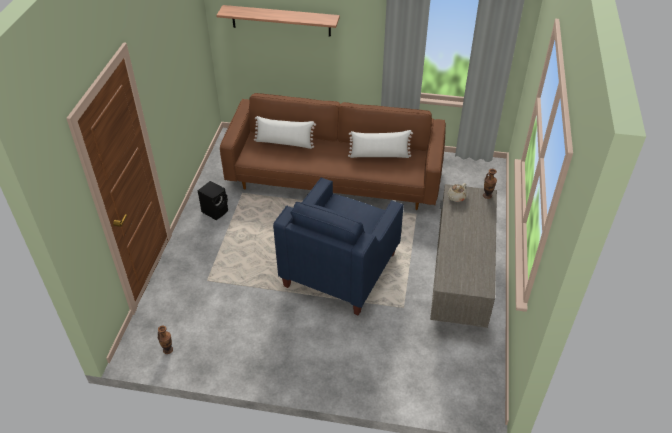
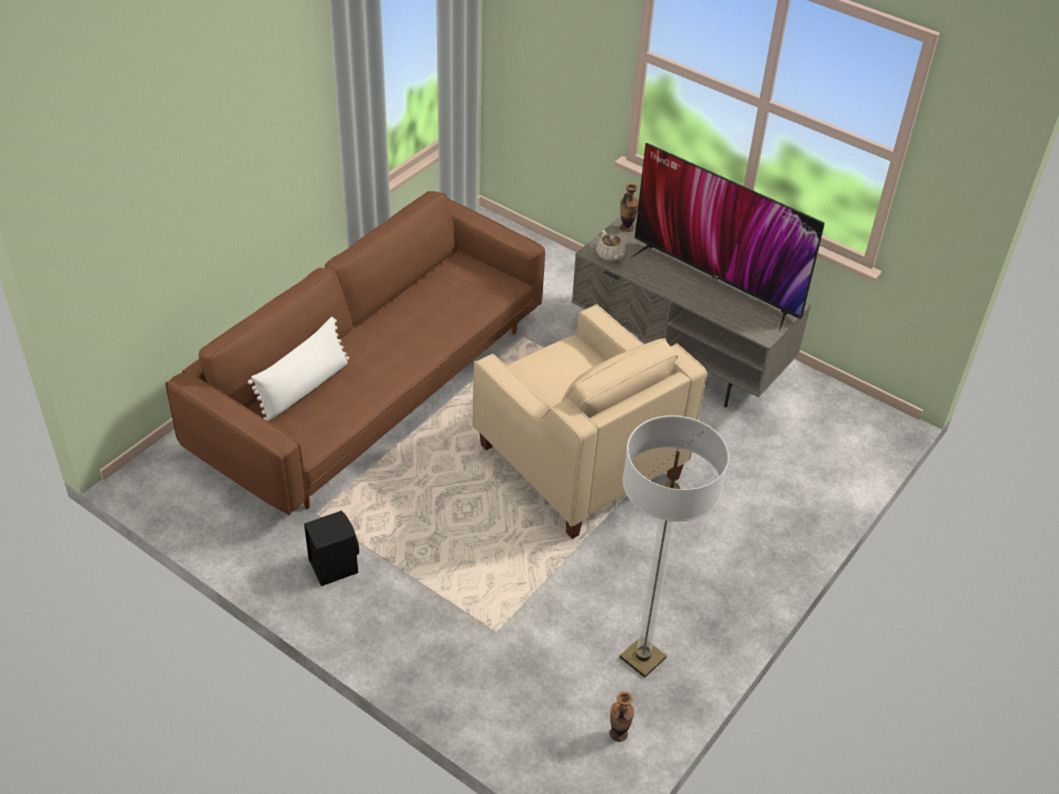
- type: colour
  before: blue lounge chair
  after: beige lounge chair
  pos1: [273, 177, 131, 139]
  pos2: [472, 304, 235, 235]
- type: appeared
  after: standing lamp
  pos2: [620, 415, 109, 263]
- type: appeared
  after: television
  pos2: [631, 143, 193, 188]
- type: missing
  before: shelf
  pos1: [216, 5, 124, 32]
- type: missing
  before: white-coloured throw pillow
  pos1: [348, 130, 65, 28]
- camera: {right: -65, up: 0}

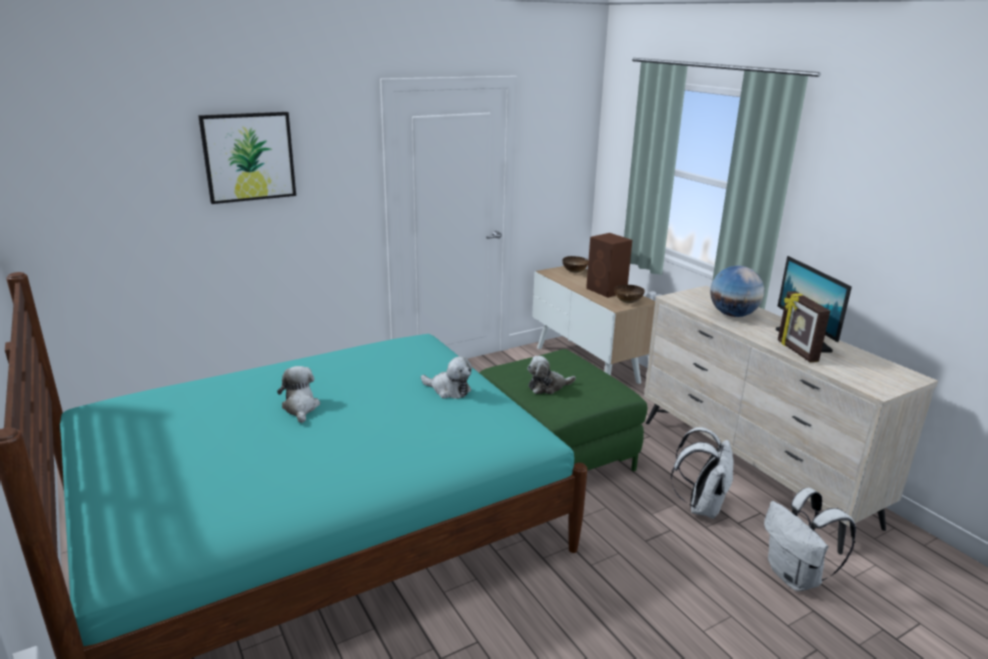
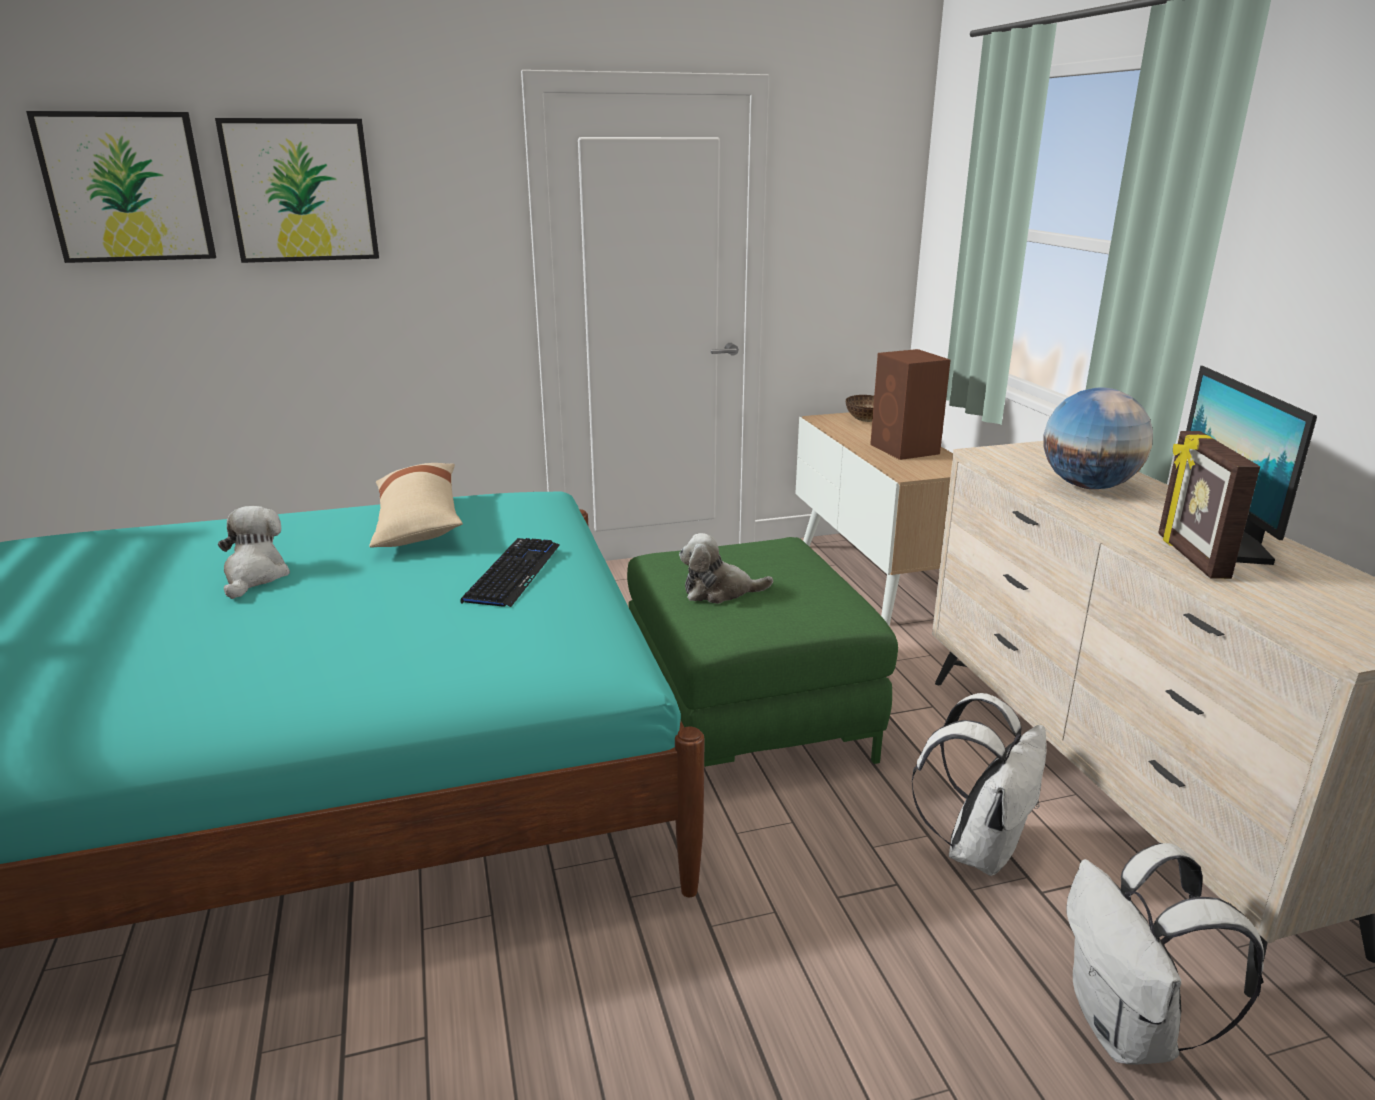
- type: appeared
  after: wall art
  pos2: [26, 111, 190, 152]
- type: appeared
  after: beige throw pillow
  pos2: [369, 463, 94, 85]
- type: exchanged
  before: cuddly toy
  after: keyboard
  pos1: [421, 356, 51, 43]
  pos2: [460, 538, 100, 69]
- type: missing
  before: serving bowl
  pos1: [614, 285, 31, 18]
- camera: {right: 15, up: 0}

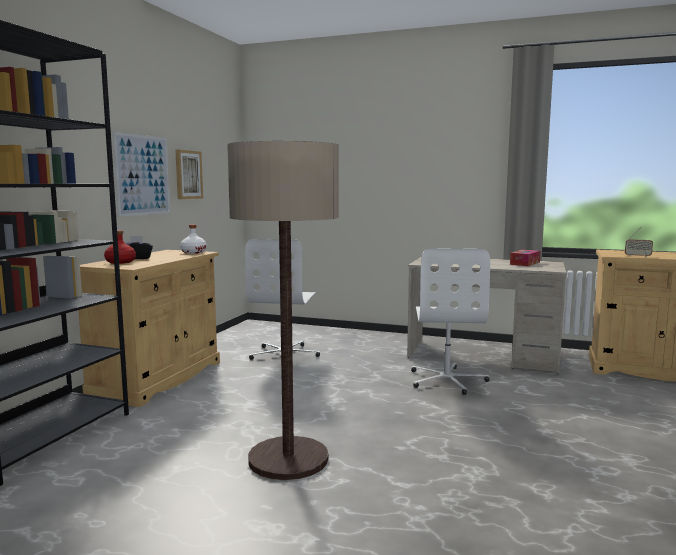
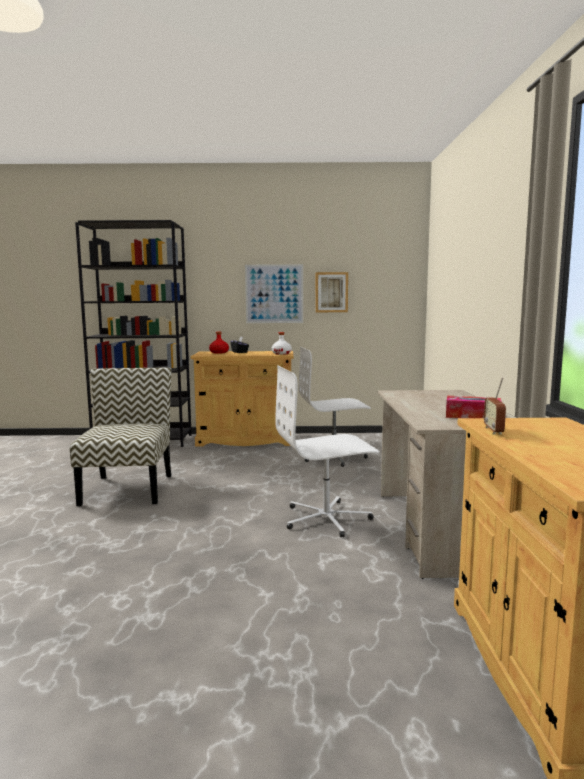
- type: exchanged
  before: standing lamp
  after: upright chair
  pos1: [227, 141, 112, 339]
  pos2: [70, 368, 101, 138]
- camera: {right: 70, up: 0}

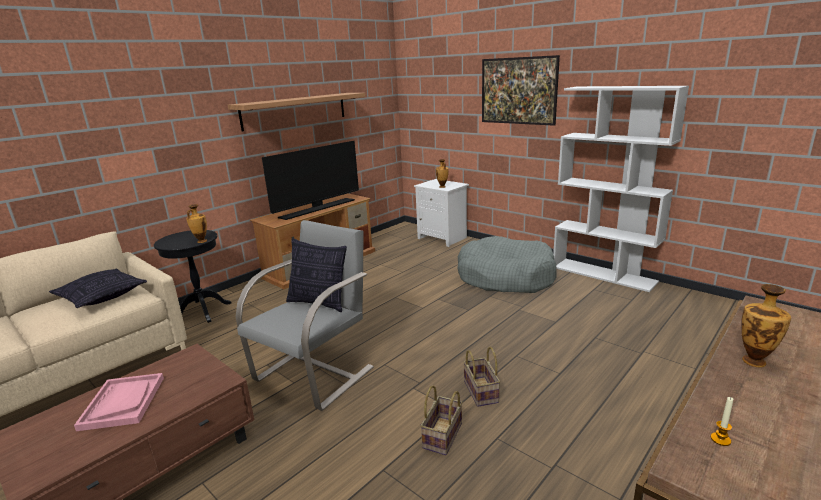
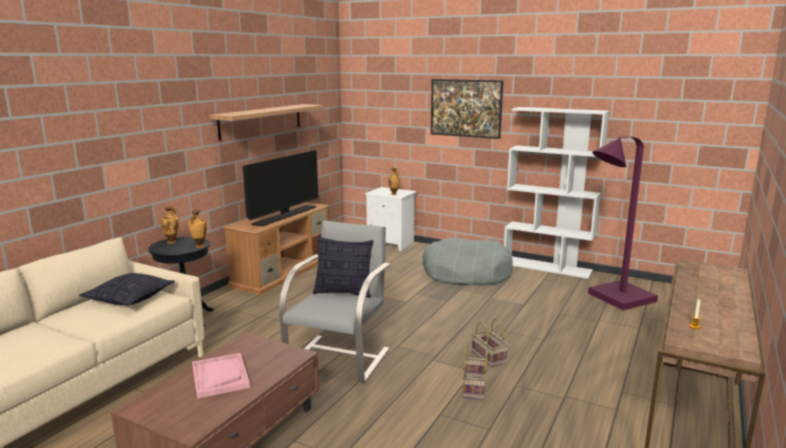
- type: relocated
  before: flower vase
  pos1: [741, 284, 50, 83]
  pos2: [161, 206, 18, 38]
- type: appeared
  after: purple standing lamp
  pos2: [588, 136, 70, 174]
- camera: {right: -15, up: -5}

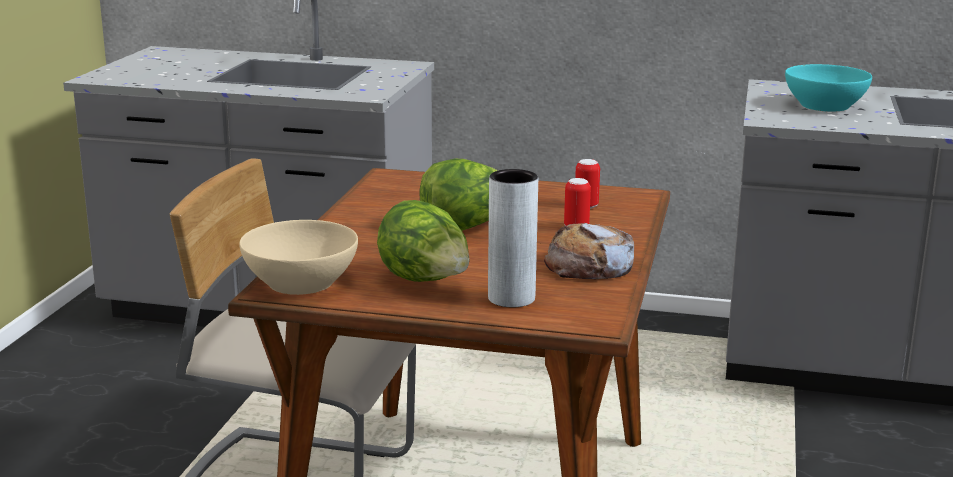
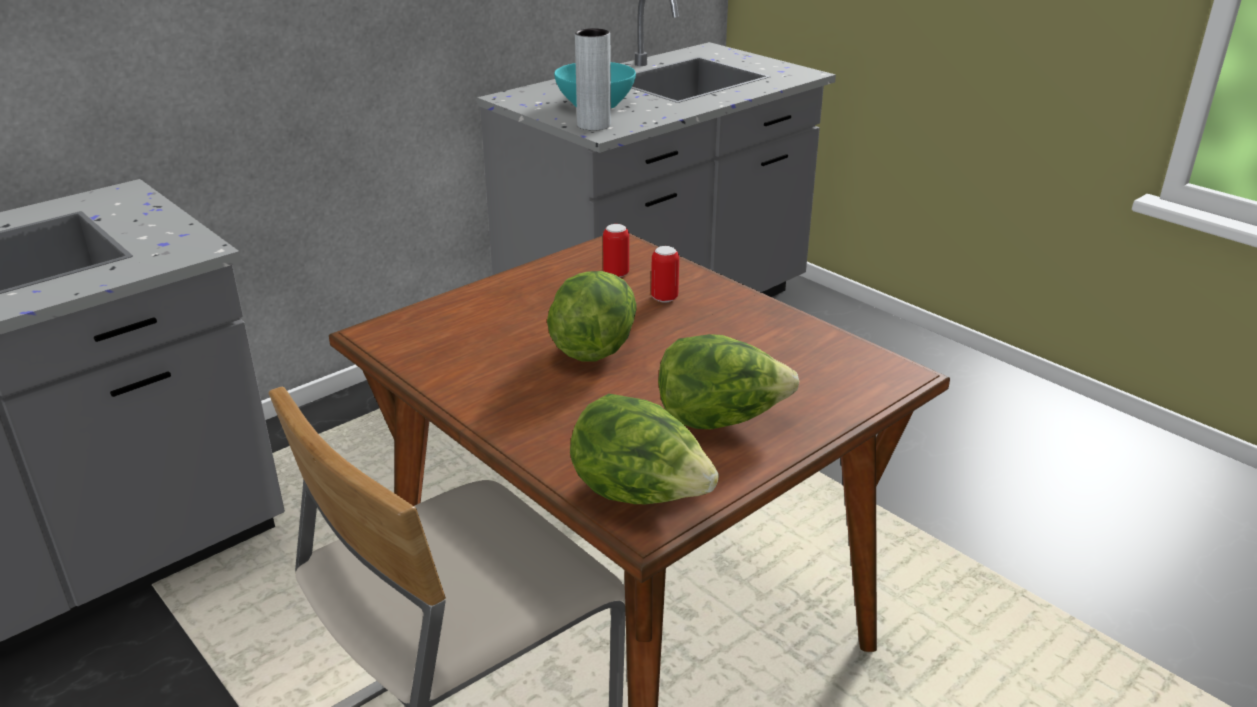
- type: exchanged
  before: beige serving bowl
  after: lettuce head
  pos1: [239, 220, 119, 75]
  pos2: [570, 394, 149, 110]
- type: relocated
  before: grey flower vase
  pos1: [488, 169, 50, 139]
  pos2: [575, 28, 36, 103]
- type: missing
  before: bread
  pos1: [544, 223, 90, 56]
- camera: {right: -55, up: 10}

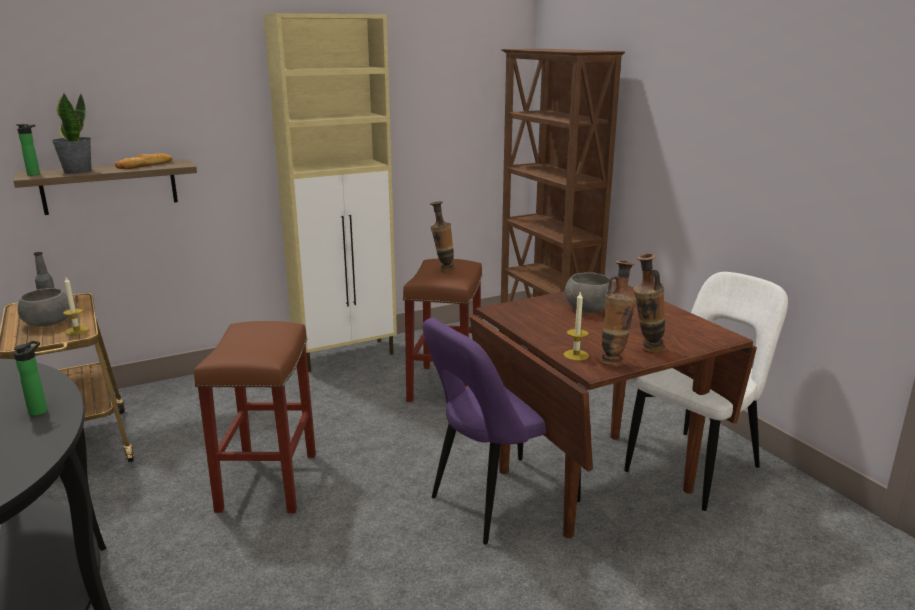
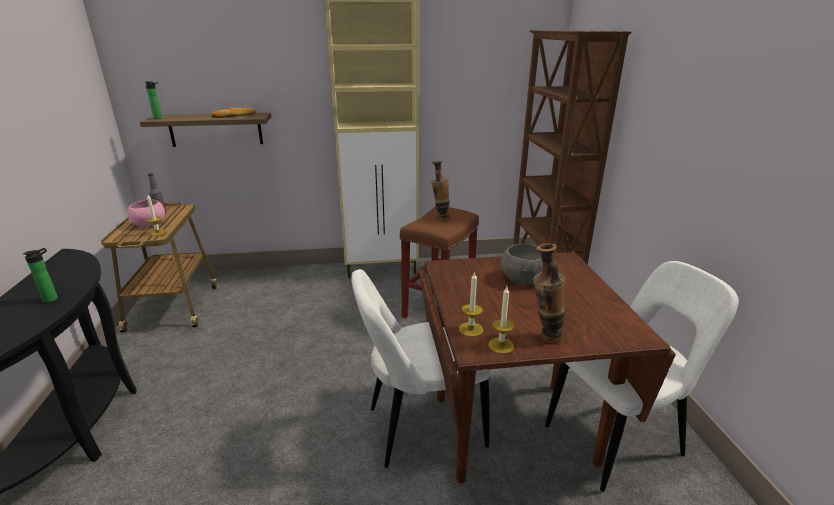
- type: colour
  before: grey serving bowl
  after: pinkish serving bowl
  pos1: [18, 288, 52, 39]
  pos2: [127, 200, 38, 26]
- type: colour
  before: purple upright chair
  after: white-coloured upright chair
  pos1: [422, 318, 159, 226]
  pos2: [351, 269, 139, 199]
- type: exchanged
  before: flower vase
  after: wax candle
  pos1: [601, 261, 36, 106]
  pos2: [488, 287, 27, 67]
- type: missing
  before: houseplant
  pos1: [52, 93, 40, 81]
- type: missing
  before: brown-coloured sitting stool
  pos1: [194, 321, 122, 192]
- camera: {right: 20, up: 5}

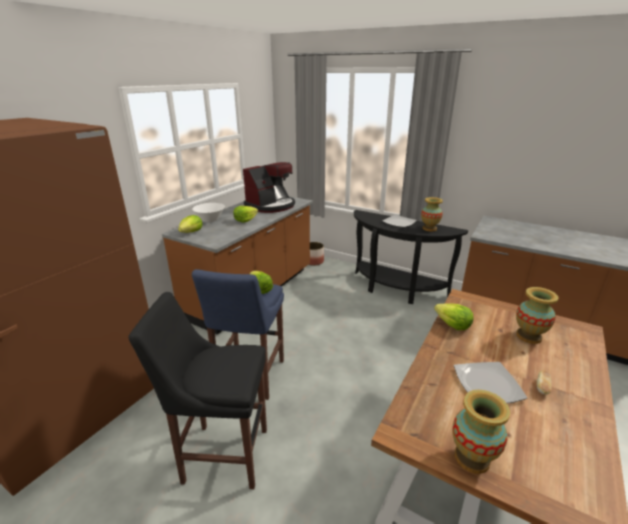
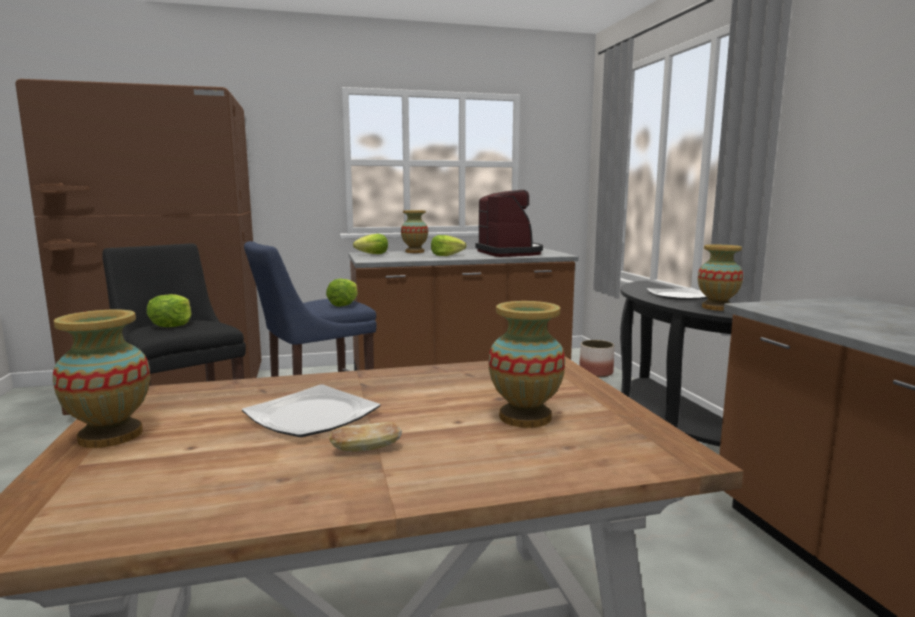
- type: relocated
  before: lettuce head
  pos1: [434, 303, 40, 27]
  pos2: [146, 294, 46, 33]
- type: exchanged
  before: white-coloured serving bowl
  after: flower vase
  pos1: [192, 203, 33, 19]
  pos2: [401, 210, 27, 43]
- type: spun
  before: coffee brewer
  pos1: [243, 162, 52, 51]
  pos2: [476, 190, 67, 67]
  turn: -105
- camera: {right: 45, up: -15}

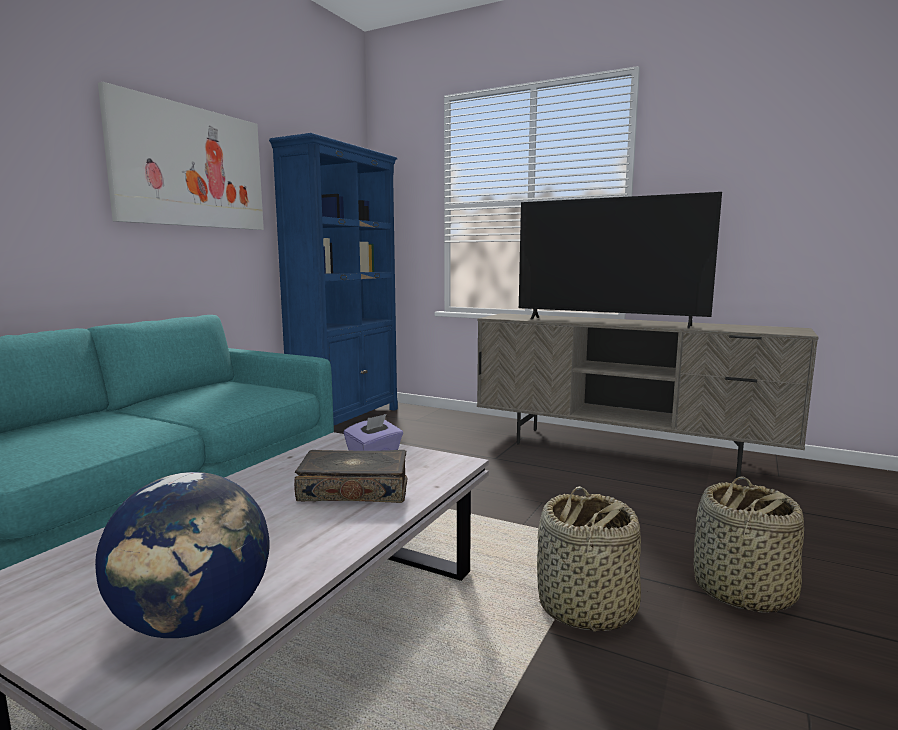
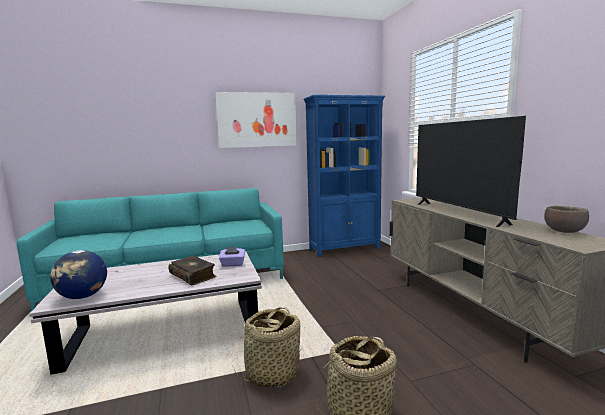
- type: appeared
  after: brown-coloured serving bowl
  pos2: [544, 206, 45, 27]
- camera: {right: 45, up: 0}

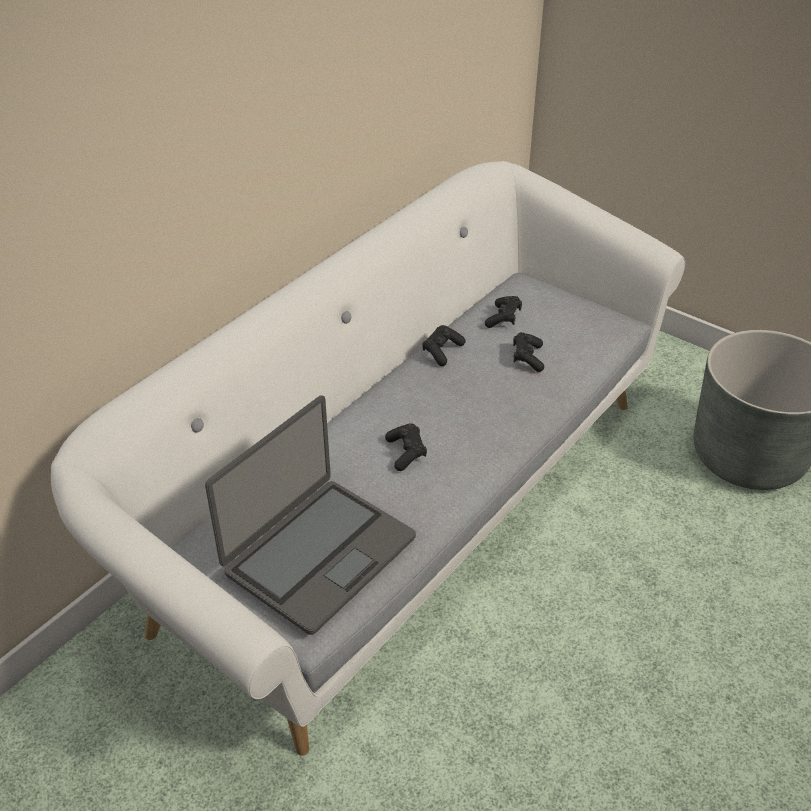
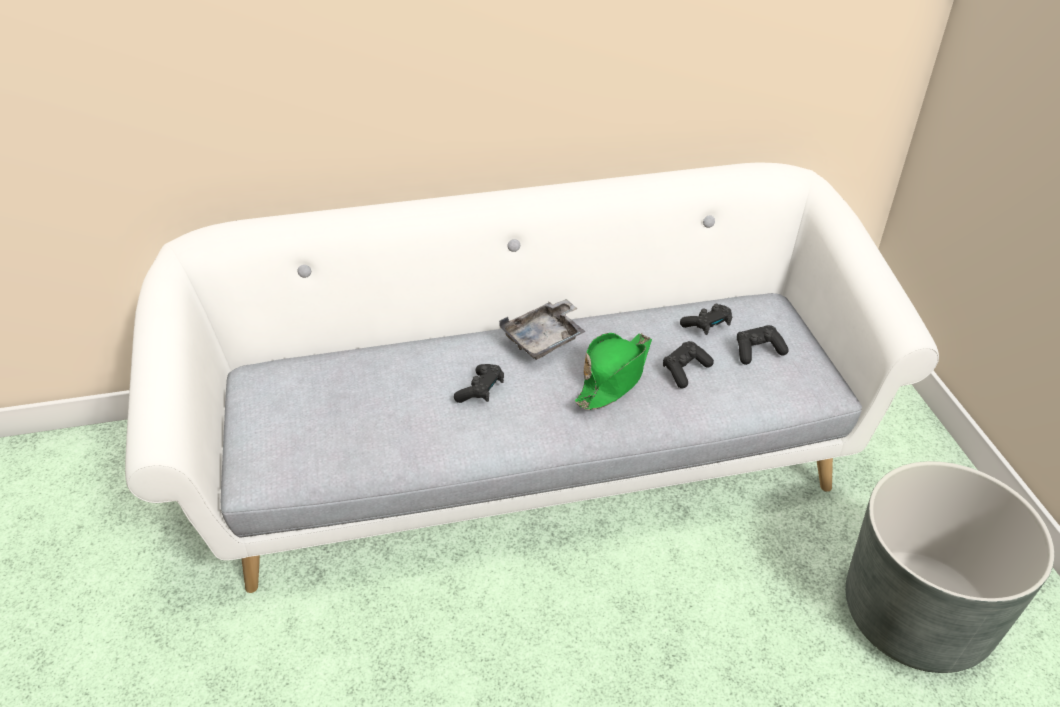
- type: appeared
  after: grey carrying tray
  pos2: [499, 299, 87, 61]
- type: appeared
  after: greenish hat
  pos2: [575, 333, 77, 77]
- type: relocated
  before: black joypad
  pos1: [422, 325, 43, 41]
  pos2: [737, 325, 52, 40]
- type: missing
  before: portable computer
  pos1: [205, 395, 211, 240]
- camera: {right: 40, up: 0}

